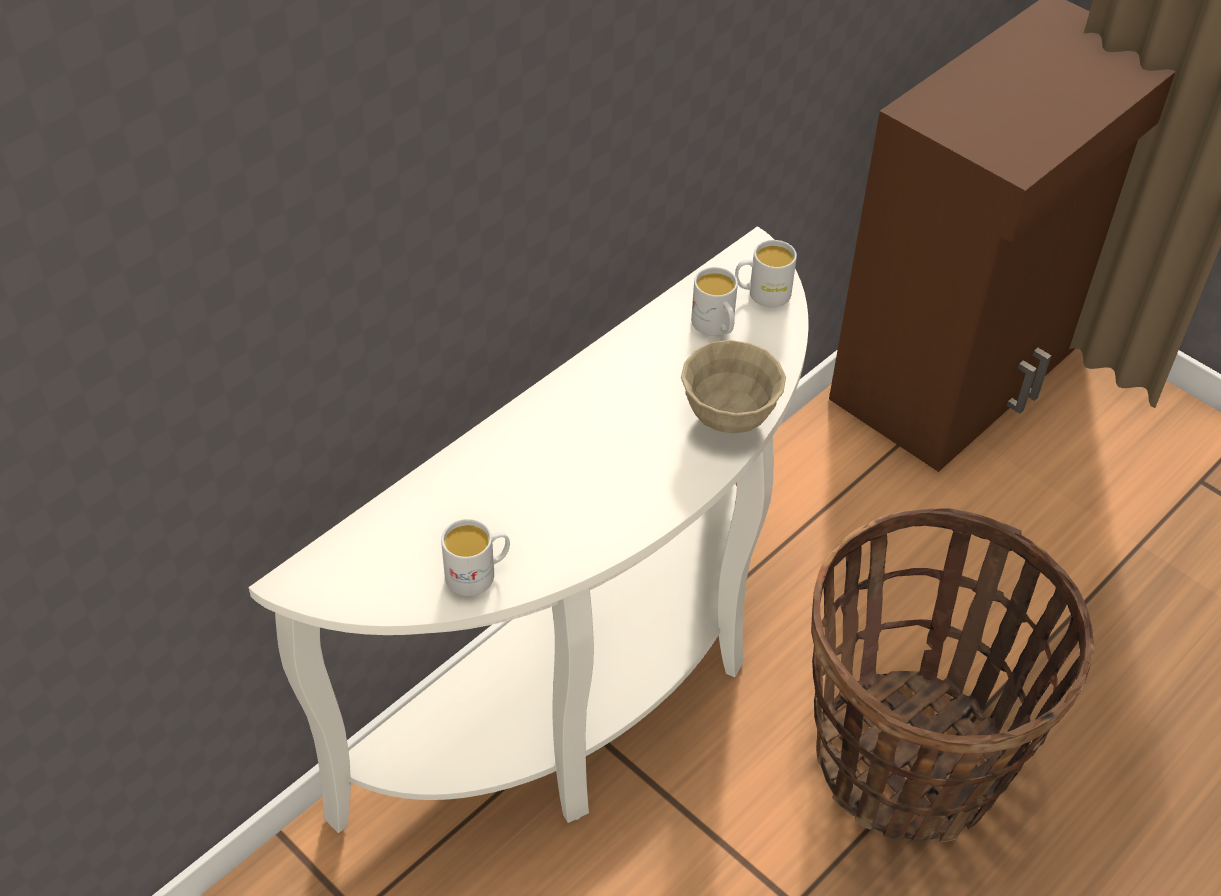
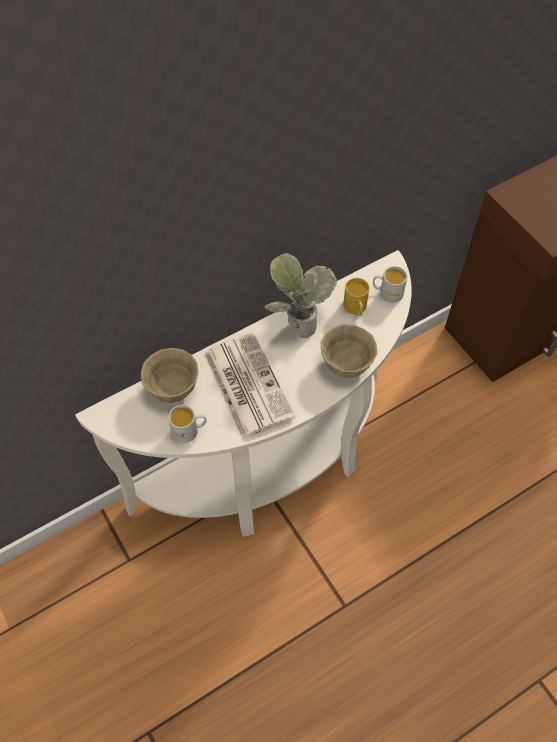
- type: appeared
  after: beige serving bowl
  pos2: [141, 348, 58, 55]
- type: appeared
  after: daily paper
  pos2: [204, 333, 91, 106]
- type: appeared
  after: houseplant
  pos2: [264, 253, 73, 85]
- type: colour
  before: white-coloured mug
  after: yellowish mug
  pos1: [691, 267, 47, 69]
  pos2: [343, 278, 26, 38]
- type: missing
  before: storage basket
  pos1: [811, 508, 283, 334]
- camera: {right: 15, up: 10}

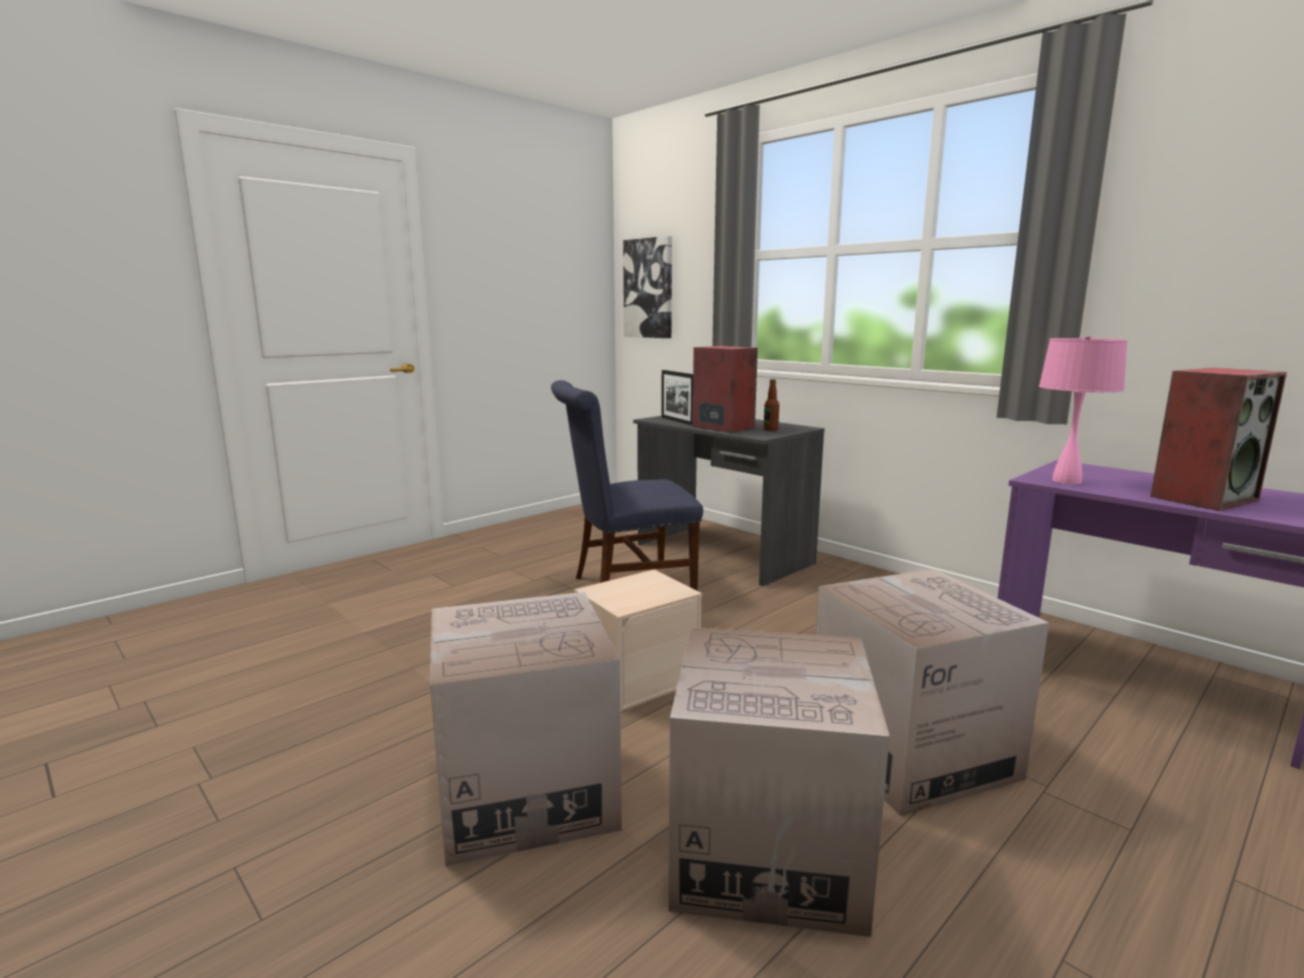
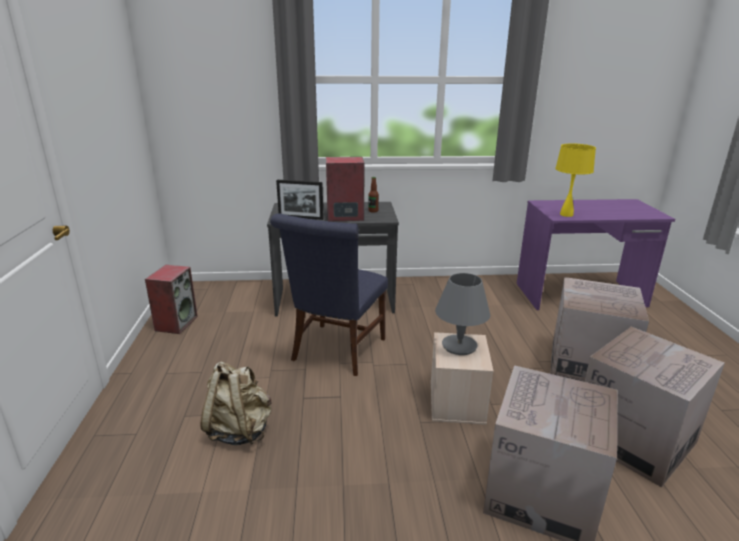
- type: relocated
  before: speaker
  pos1: [1150, 368, 137, 143]
  pos2: [145, 265, 53, 69]
- type: appeared
  after: beige rucksack
  pos2: [201, 362, 70, 83]
- type: appeared
  after: grey tabletop lamp
  pos2: [435, 273, 55, 82]
- type: colour
  before: pinkish tabletop lamp
  after: yellowish tabletop lamp
  pos1: [1039, 335, 89, 149]
  pos2: [555, 144, 41, 73]
- type: missing
  before: wall art
  pos1: [623, 236, 49, 102]
- camera: {right: -50, up: 10}

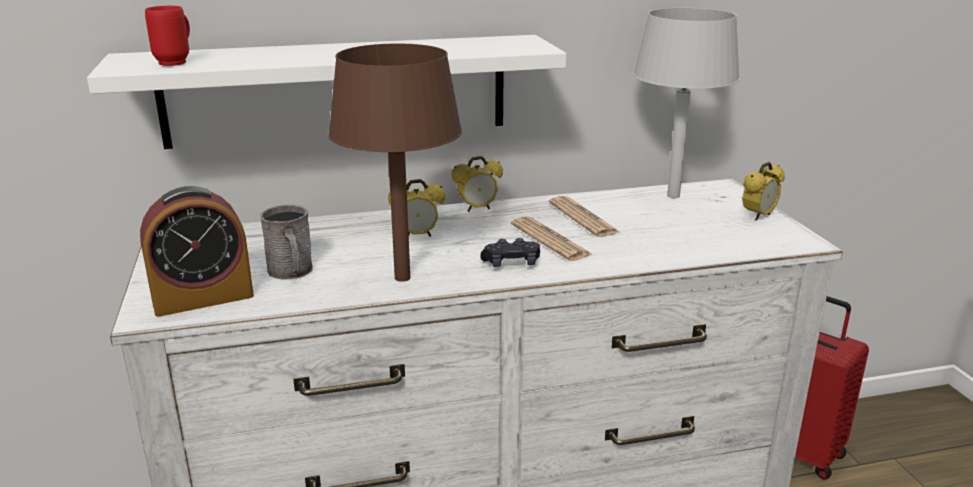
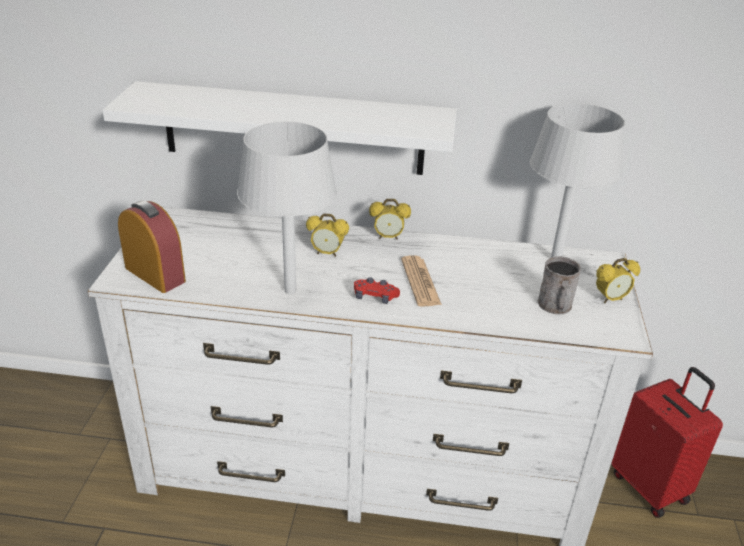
- type: spun
  before: bedside clock
  pos1: [140, 186, 114, 131]
  pos2: [118, 200, 68, 93]
  turn: -135
- type: colour
  before: brown-coloured tabletop lamp
  after: grey tabletop lamp
  pos1: [328, 44, 134, 238]
  pos2: [237, 122, 100, 172]
- type: colour
  before: black joypad
  after: red-coloured joypad
  pos1: [480, 238, 60, 29]
  pos2: [354, 277, 46, 27]
- type: relocated
  before: grey mug
  pos1: [260, 205, 53, 74]
  pos2: [538, 256, 43, 59]
- type: missing
  before: red-coloured mug
  pos1: [145, 6, 45, 60]
- type: missing
  before: daily paper
  pos1: [549, 196, 72, 41]
- camera: {right: 20, up: 10}

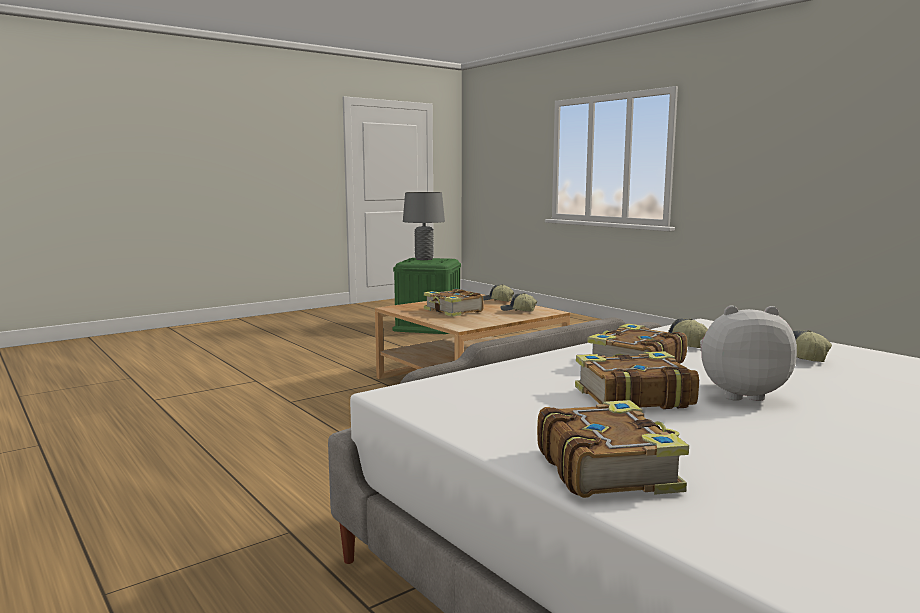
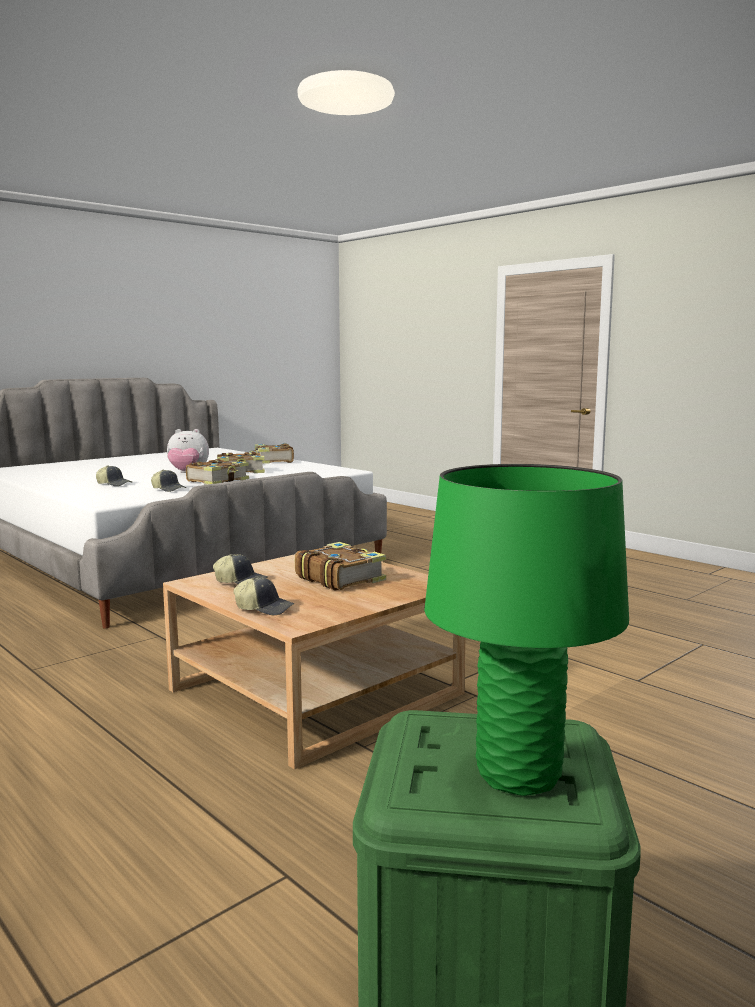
- type: colour
  before: grey tabletop lamp
  after: greenish tabletop lamp
  pos1: [403, 192, 42, 68]
  pos2: [424, 464, 205, 332]
- camera: {right: 175, up: 0}

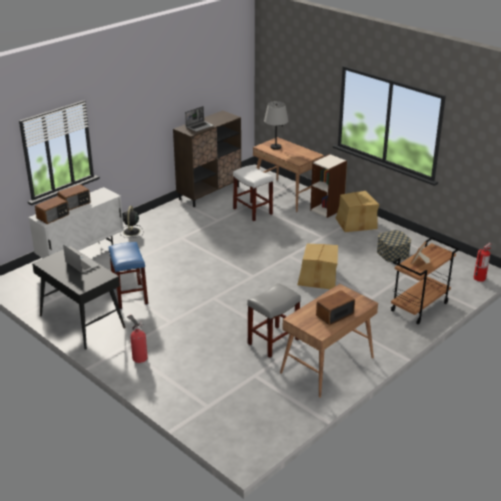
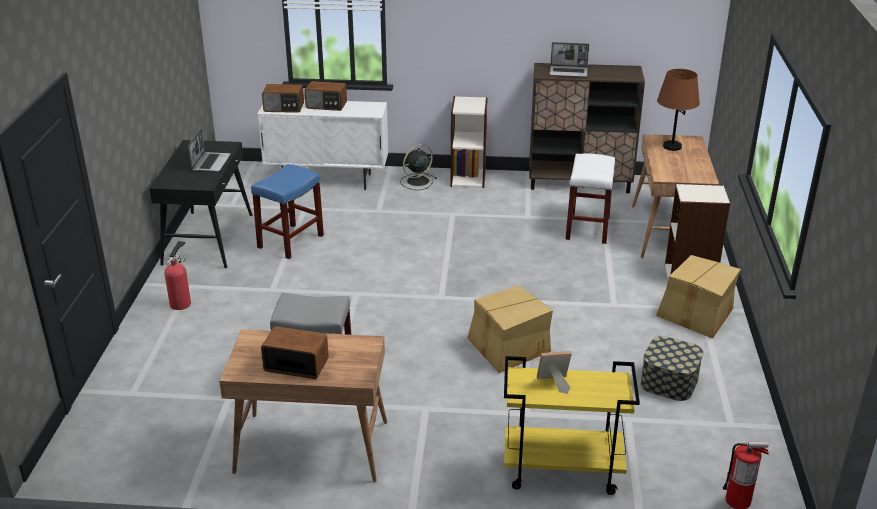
- type: appeared
  after: bookshelf
  pos2: [450, 96, 38, 92]
- type: colour
  before: brown-coloured cart
  after: yellowish cart
  pos1: [391, 237, 68, 87]
  pos2: [504, 356, 136, 139]
- type: colour
  before: grey tabletop lamp
  after: brown-coloured tabletop lamp
  pos1: [264, 101, 24, 49]
  pos2: [657, 69, 43, 82]
- camera: {right: 50, up: 0}

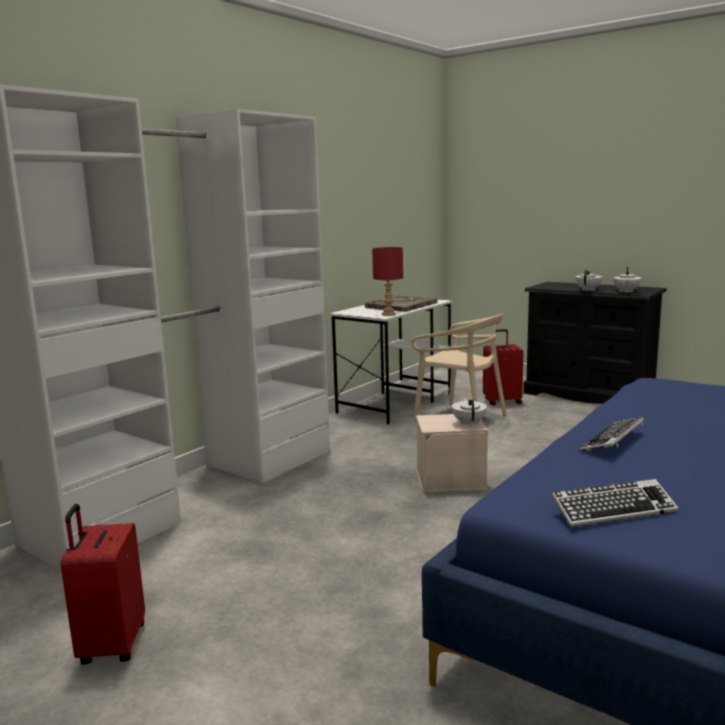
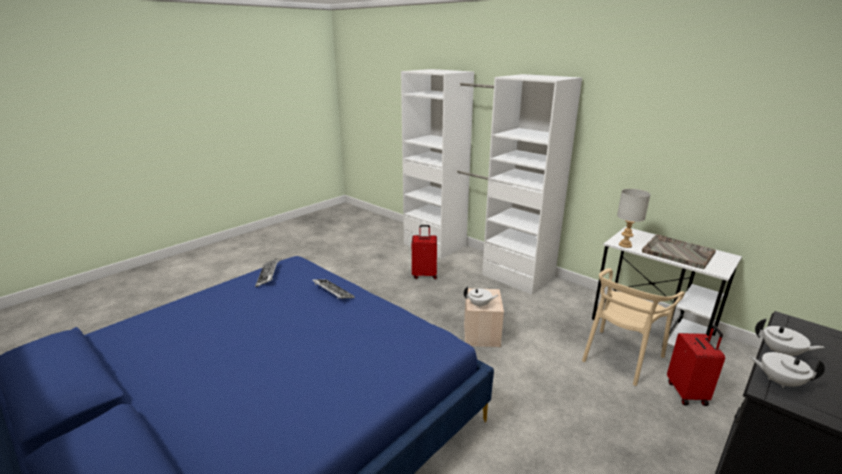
- type: relocated
  before: red-coloured travel case
  pos1: [61, 504, 84, 161]
  pos2: [412, 225, 25, 54]
- type: colour
  before: red-coloured tabletop lamp
  after: grey tabletop lamp
  pos1: [372, 247, 31, 69]
  pos2: [617, 189, 34, 59]
- camera: {right: 95, up: 10}

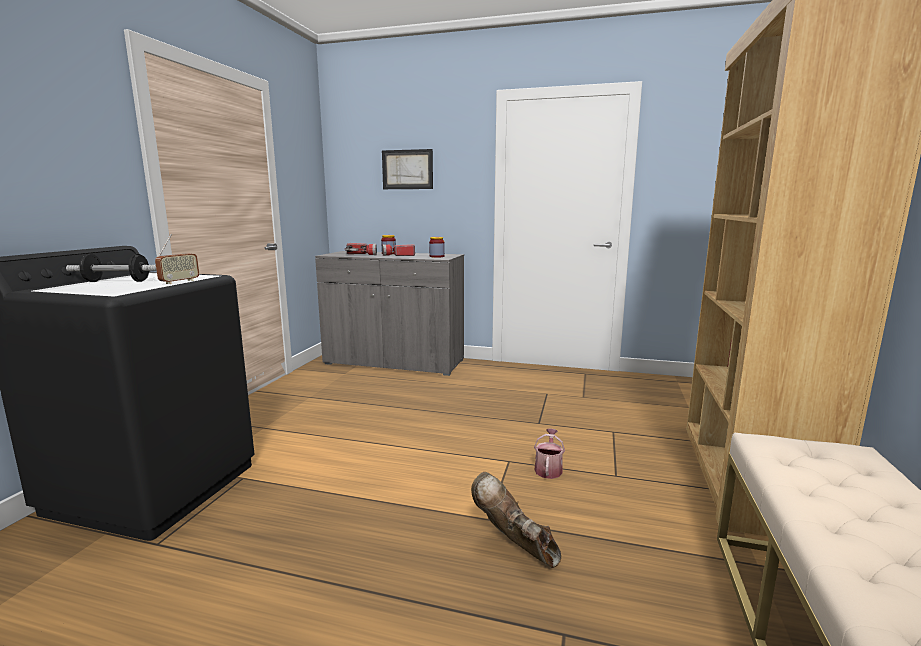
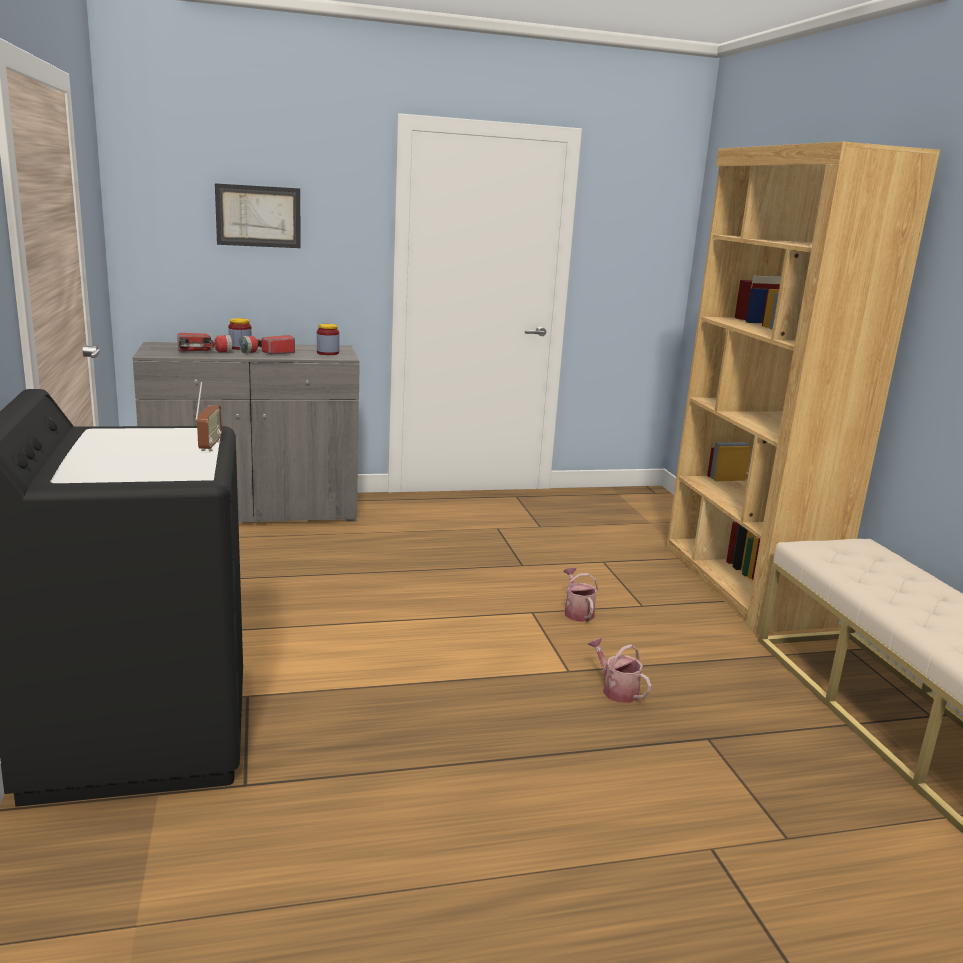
- type: exchanged
  before: brown-coloured tall boot
  after: watering pot
  pos1: [471, 472, 90, 96]
  pos2: [588, 638, 64, 65]
- type: missing
  before: dumbbell
  pos1: [66, 254, 91, 28]
- camera: {right: -30, up: 5}

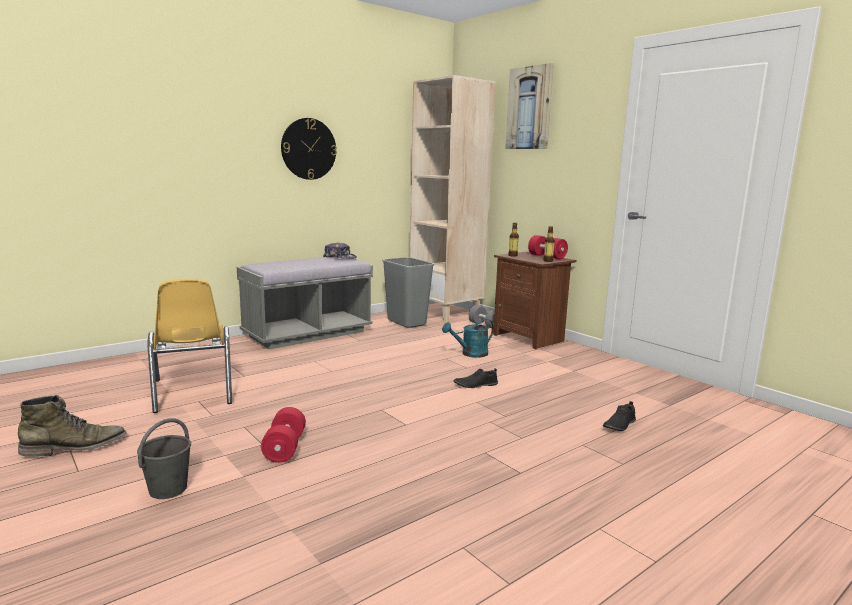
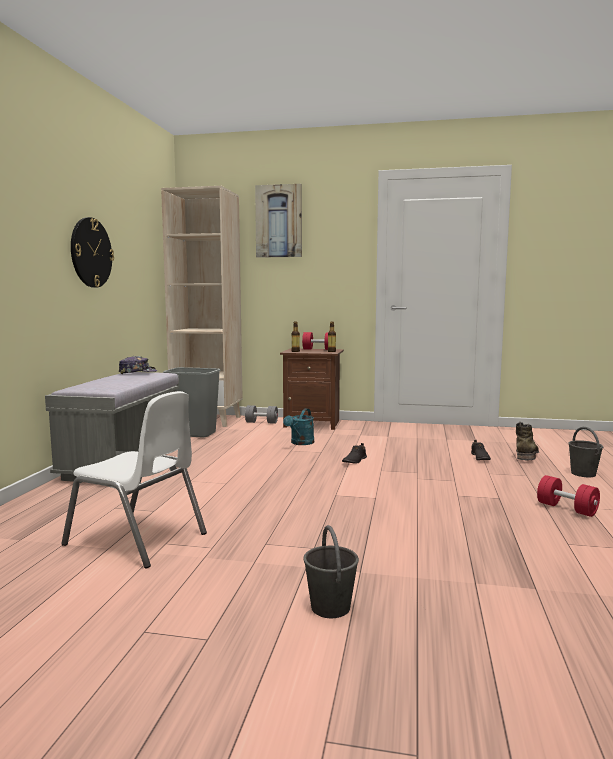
- type: colour
  before: yellowish upright chair
  after: white-coloured upright chair
  pos1: [147, 279, 85, 134]
  pos2: [61, 391, 146, 177]
- type: relocated
  before: greenish tall boot
  pos1: [18, 395, 109, 62]
  pos2: [516, 422, 23, 38]
- type: relocated
  before: red-coloured dumbbell
  pos1: [261, 407, 45, 56]
  pos2: [537, 475, 63, 42]
- type: appeared
  after: grey water bucket
  pos2: [568, 427, 35, 50]
- camera: {right: -40, up: -5}

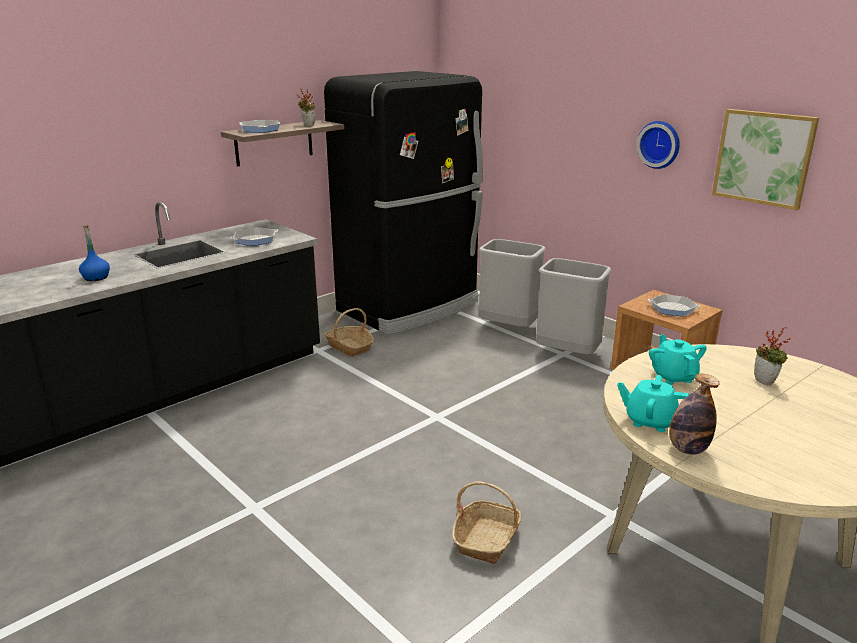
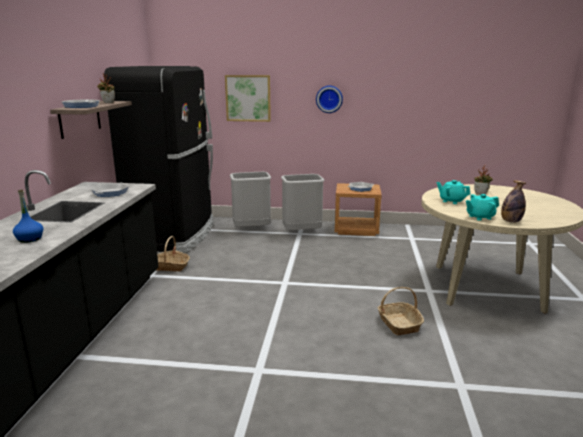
- type: relocated
  before: wall art
  pos1: [712, 109, 107, 101]
  pos2: [225, 75, 46, 47]
- camera: {right: -40, up: -5}

